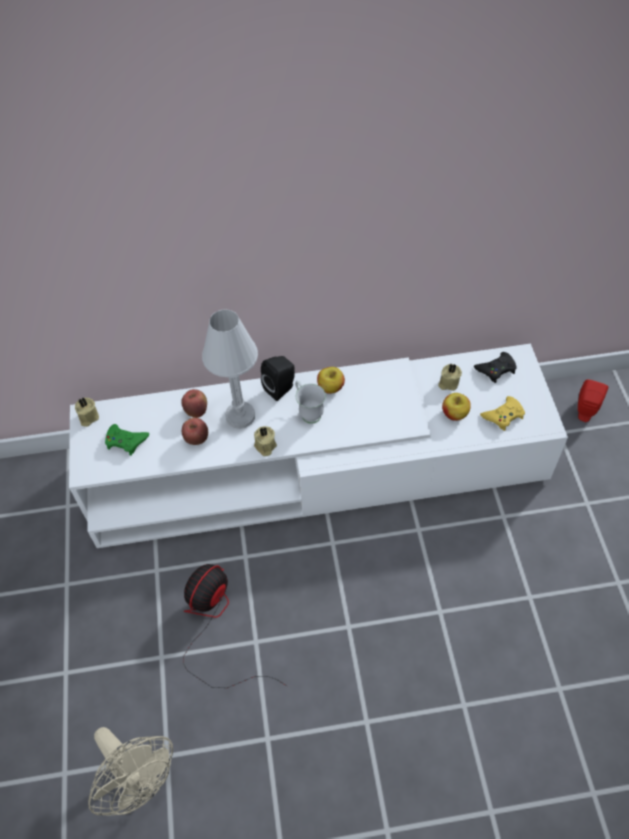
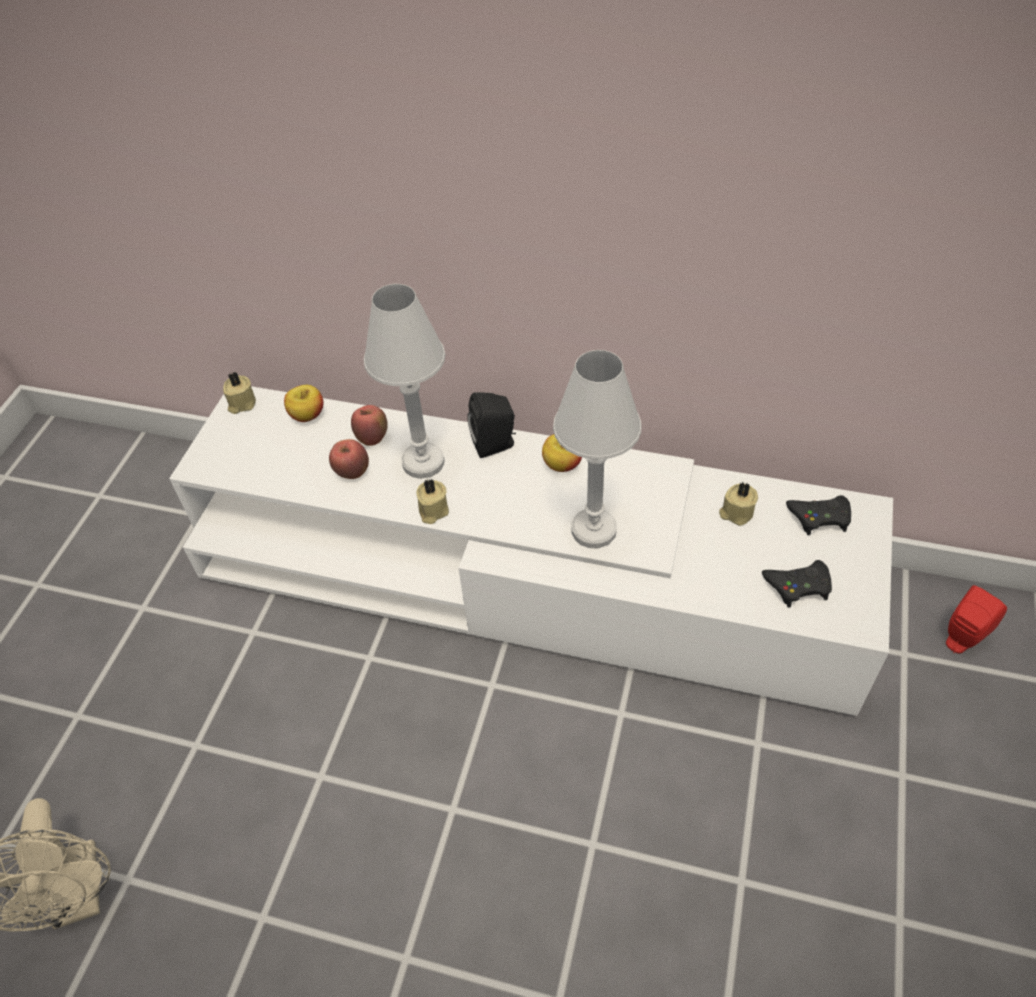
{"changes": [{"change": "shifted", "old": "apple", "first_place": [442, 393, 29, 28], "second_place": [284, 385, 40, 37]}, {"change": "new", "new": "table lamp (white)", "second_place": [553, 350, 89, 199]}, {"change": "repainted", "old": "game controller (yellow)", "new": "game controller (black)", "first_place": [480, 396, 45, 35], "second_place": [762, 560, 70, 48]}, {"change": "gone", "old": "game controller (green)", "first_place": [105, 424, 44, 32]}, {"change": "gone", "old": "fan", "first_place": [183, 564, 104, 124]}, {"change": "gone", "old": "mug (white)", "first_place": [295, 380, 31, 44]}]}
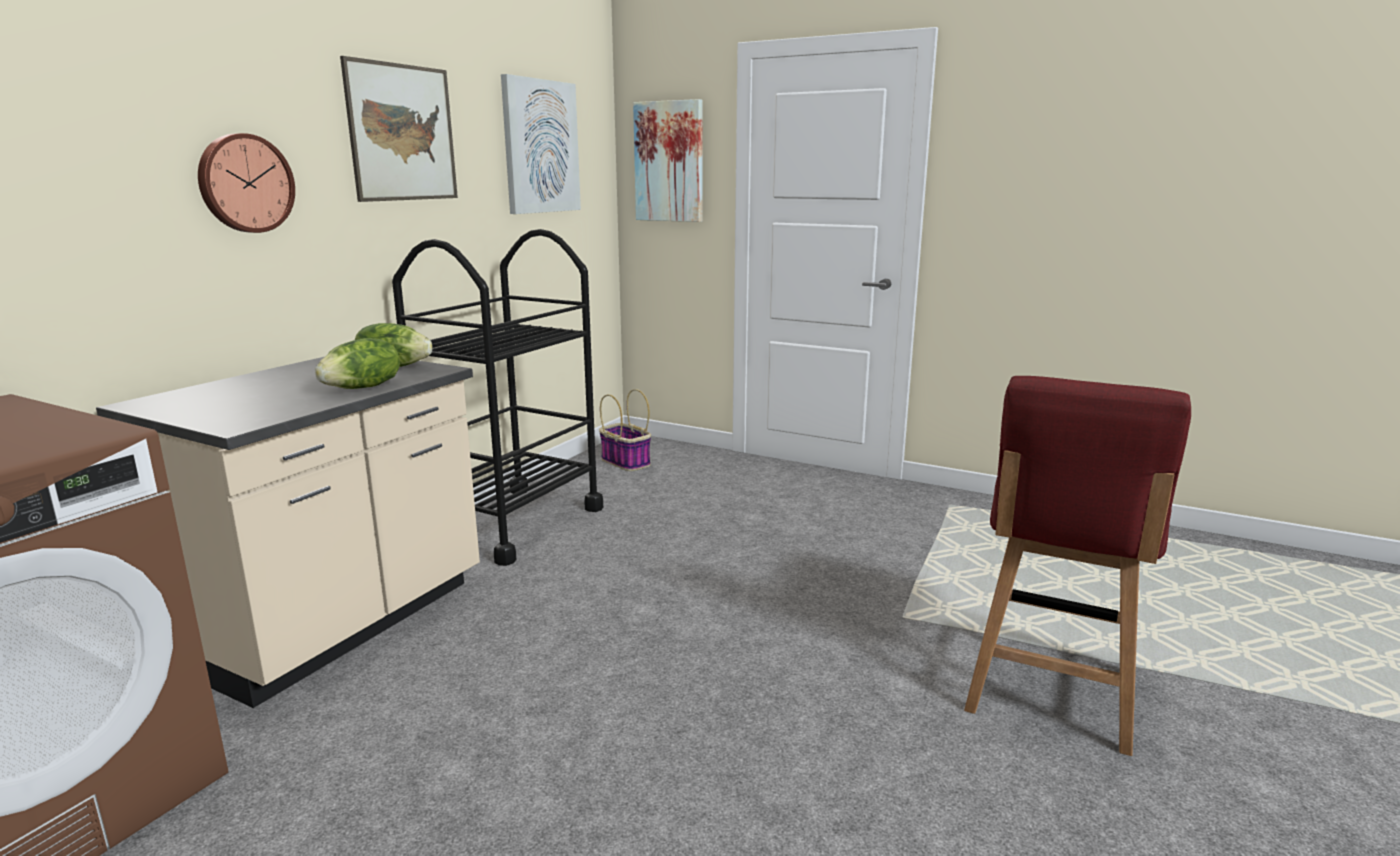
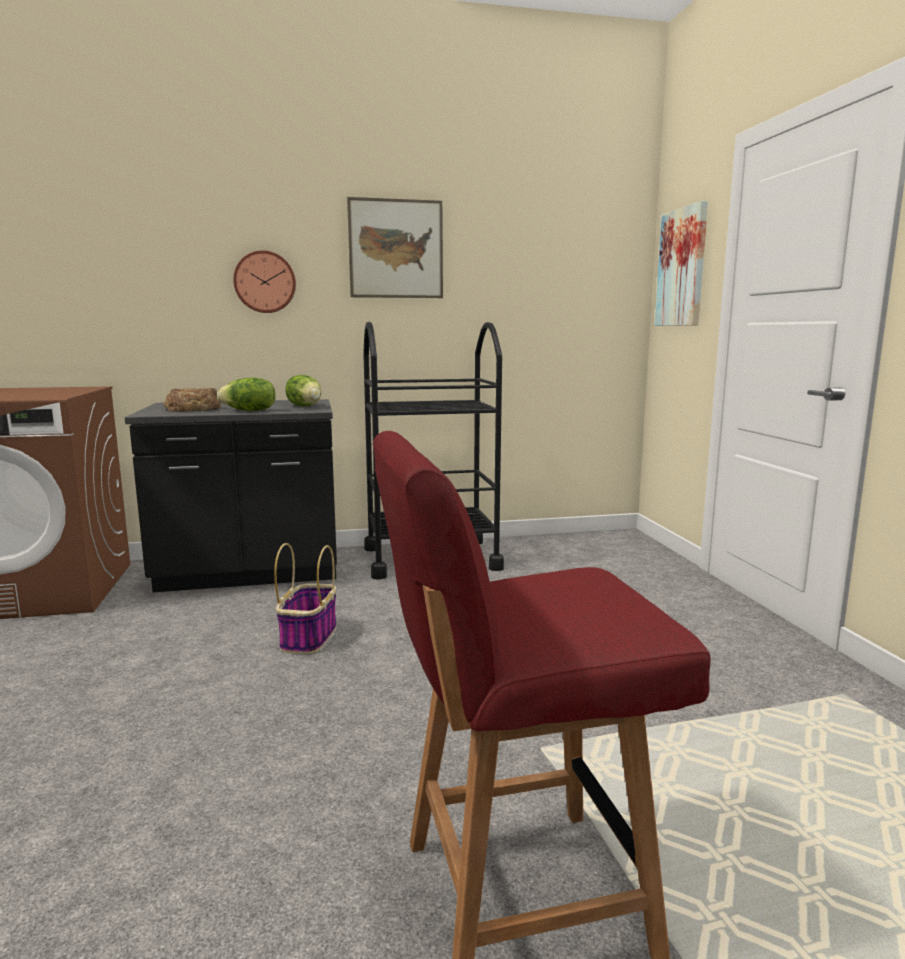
{"changes": [{"change": "repainted", "old": "counter (beige)", "new": "counter (black)", "first_place": [96, 357, 384, 351], "second_place": [125, 399, 212, 193]}, {"change": "new", "new": "bread", "second_place": [163, 388, 58, 24]}, {"change": "shifted", "old": "basket", "first_place": [599, 389, 52, 82], "second_place": [274, 543, 63, 111]}, {"change": "gone", "old": "picture", "first_place": [501, 74, 80, 140]}]}
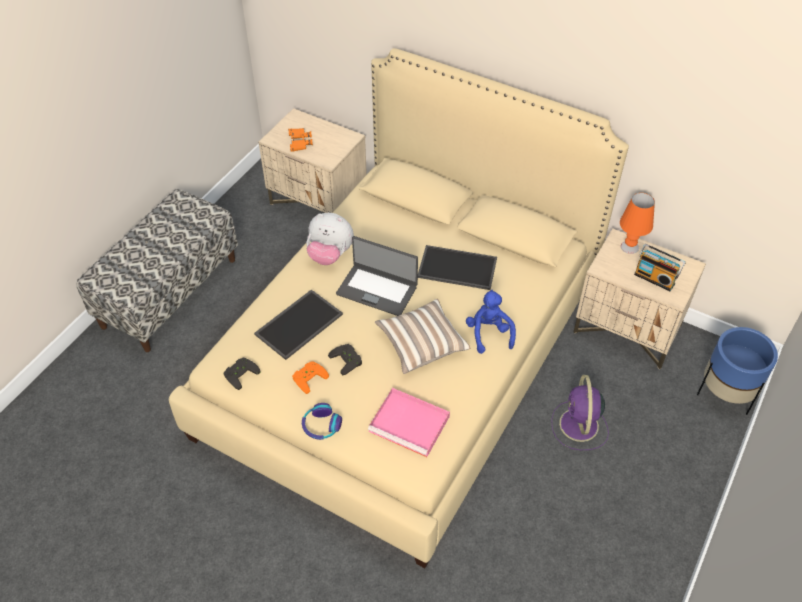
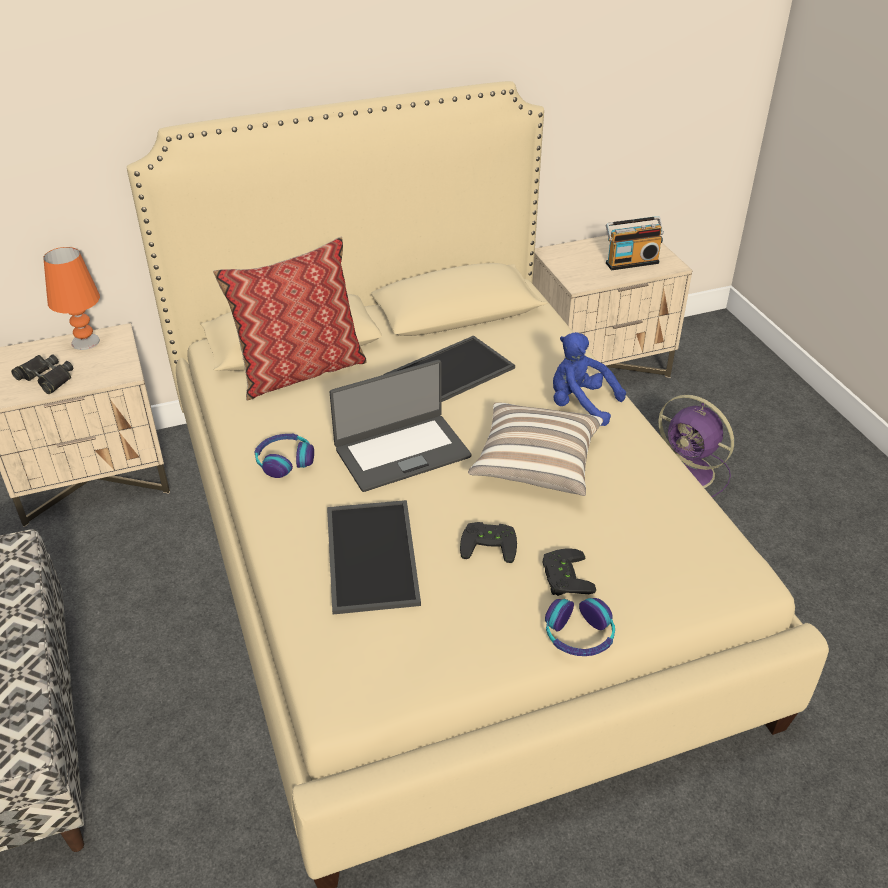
{"changes": [{"change": "repainted", "old": "binoculars (orange)", "new": "binoculars (black)", "first_place": [288, 128, 25, 24], "second_place": [11, 354, 62, 40]}, {"change": "shifted", "old": "table lamp (orange)", "first_place": [620, 193, 35, 61], "second_place": [43, 247, 57, 103]}, {"change": "new", "new": "pillow", "second_place": [213, 236, 154, 164]}, {"change": "swapped", "old": "plush toy", "new": "headphones", "first_place": [306, 213, 48, 52], "second_place": [254, 434, 60, 44]}, {"change": "shifted", "old": "game controller (black)", "first_place": [223, 357, 38, 33], "second_place": [542, 548, 54, 48]}, {"change": "gone", "old": "game controller (orange)", "first_place": [292, 361, 37, 33]}, {"change": "gone", "old": "tray (pink)", "first_place": [368, 388, 82, 69]}, {"change": "gone", "old": "planter (blue)", "first_place": [697, 327, 81, 88]}]}
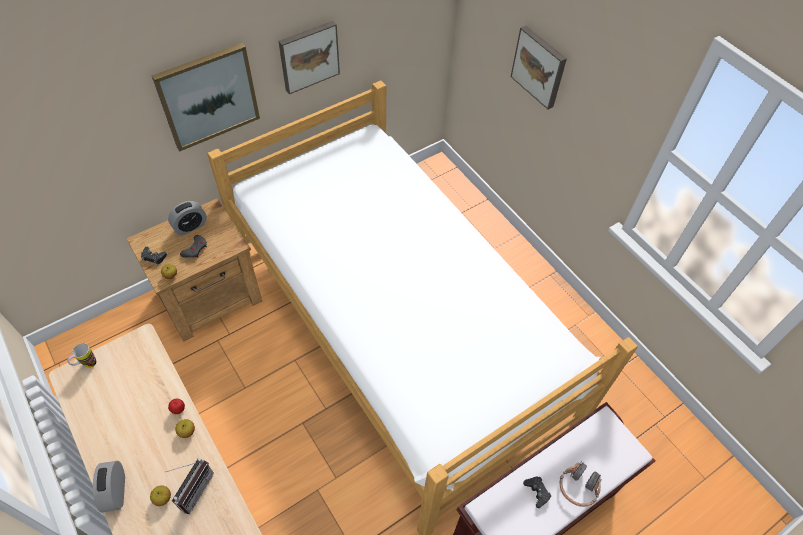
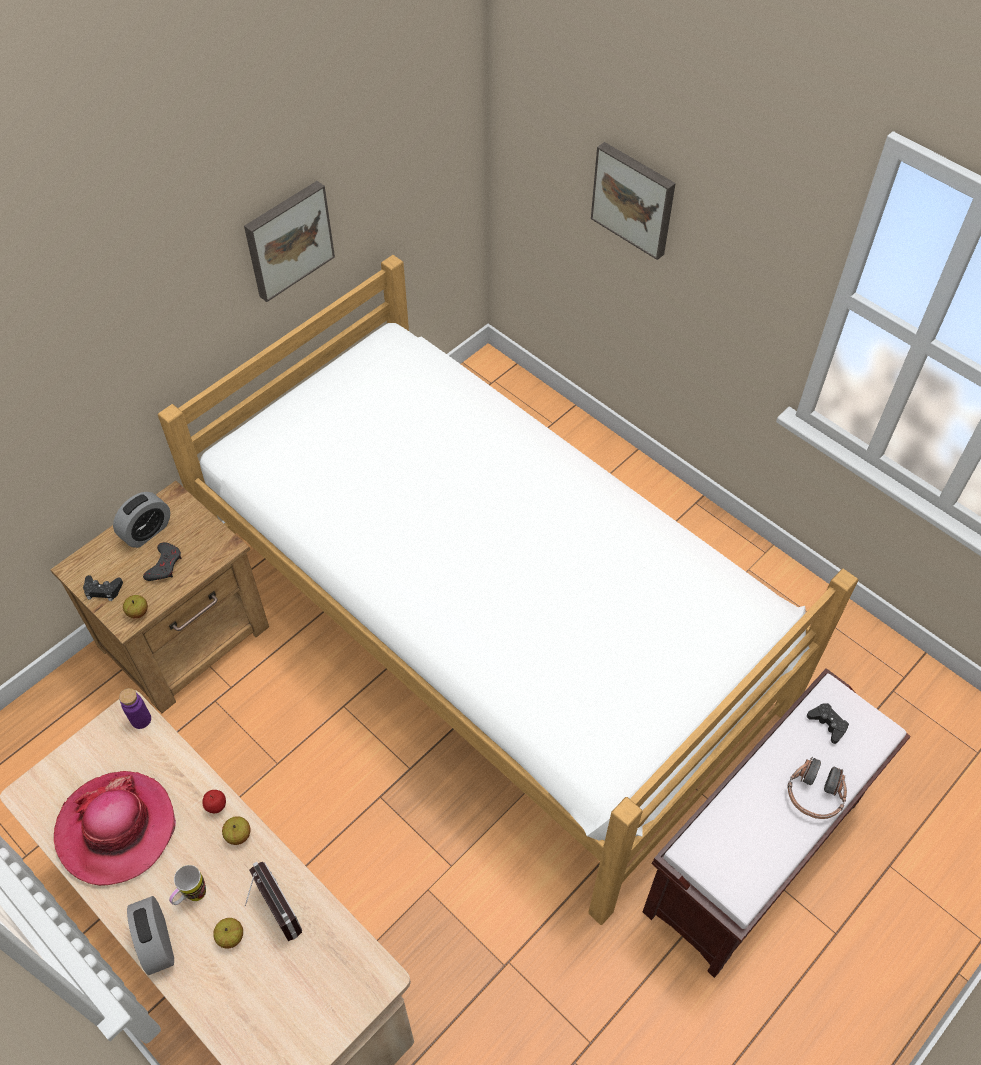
{"changes": [{"change": "new", "new": "hat", "second_place": [54, 771, 122, 115]}, {"change": "new", "new": "bottle (purple)", "second_place": [119, 688, 32, 41]}, {"change": "shifted", "old": "mug", "first_place": [67, 343, 29, 25], "second_place": [169, 865, 37, 40]}, {"change": "rotated", "old": "radio", "first_place": [165, 458, 49, 56], "second_place": [245, 862, 58, 79], "degrees": -45}, {"change": "shifted", "old": "game controller (black)", "first_place": [523, 477, 28, 31], "second_place": [807, 703, 42, 41]}, {"change": "gone", "old": "picture", "first_place": [152, 43, 108, 108]}]}
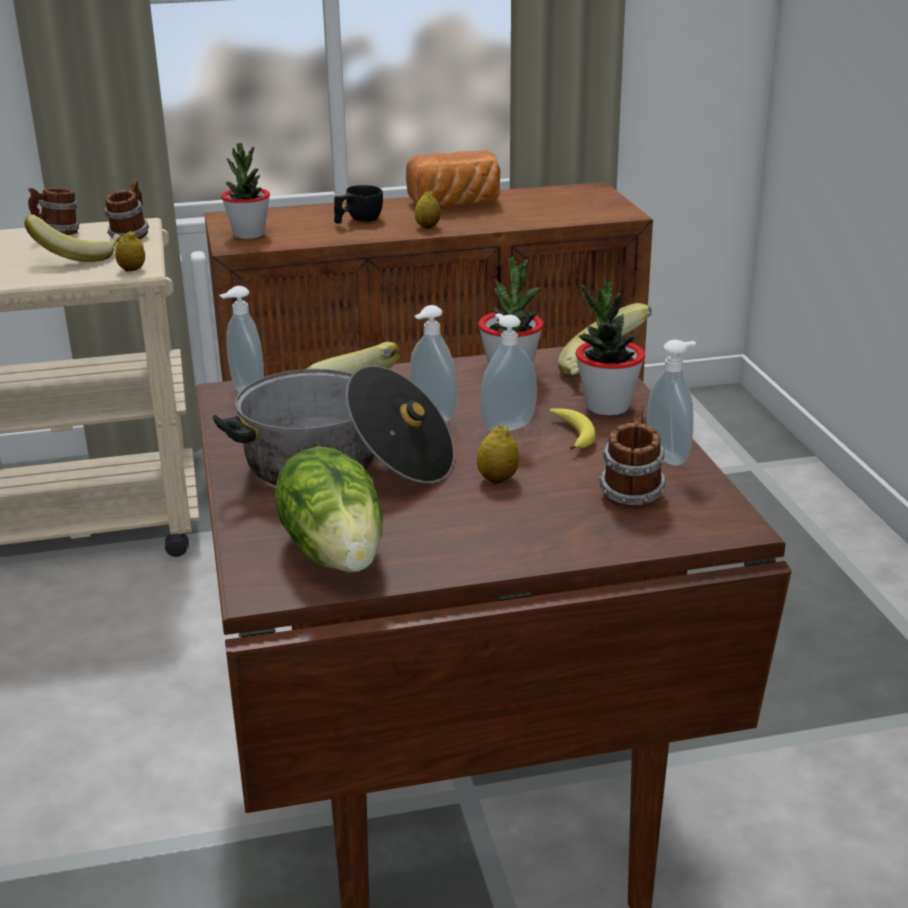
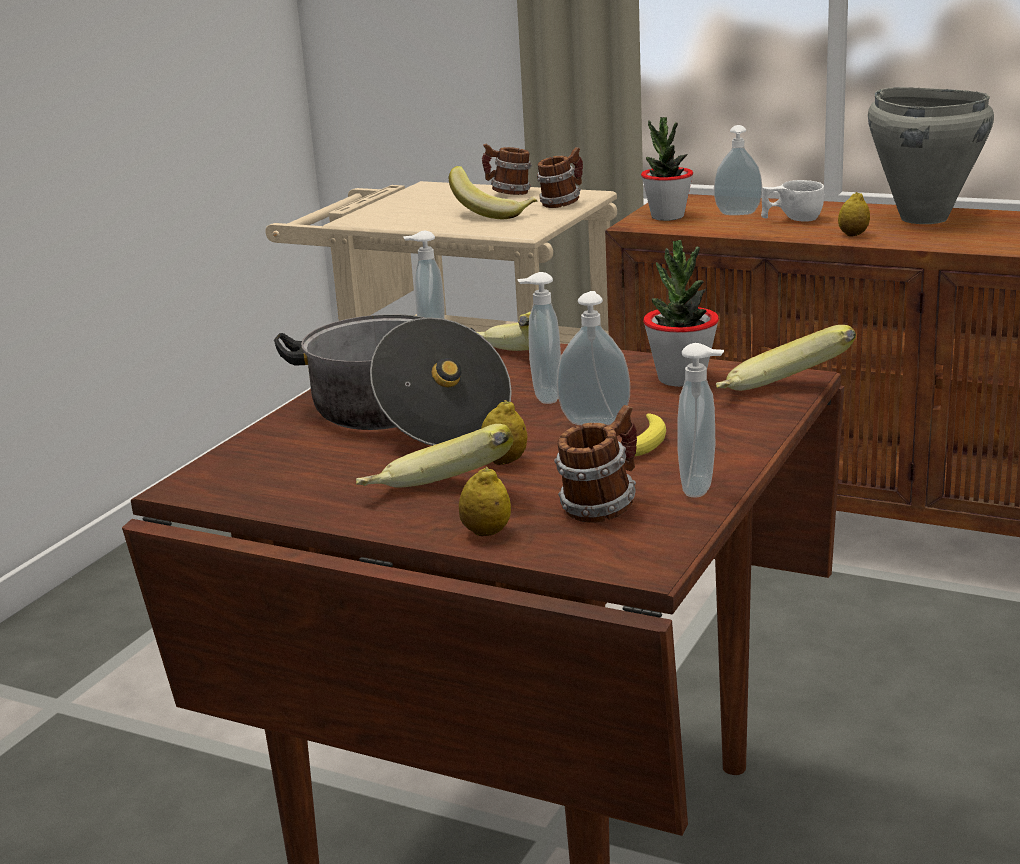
{"changes": [{"change": "new", "new": "banana", "second_place": [356, 424, 158, 63]}, {"change": "shifted", "old": "lemon", "first_place": [115, 231, 30, 41], "second_place": [459, 467, 52, 69]}, {"change": "new", "new": "soap dispenser", "second_place": [714, 125, 48, 90]}, {"change": "repainted", "old": "cup (black)", "new": "cup (white)", "first_place": [334, 185, 49, 39], "second_place": [761, 180, 63, 42]}, {"change": "swapped", "old": "bread", "new": "cooking pot (grey)", "first_place": [406, 150, 94, 56], "second_place": [868, 87, 126, 137]}, {"change": "gone", "old": "lettuce", "first_place": [275, 446, 108, 127]}, {"change": "gone", "old": "potted plant", "first_place": [575, 282, 70, 134]}]}
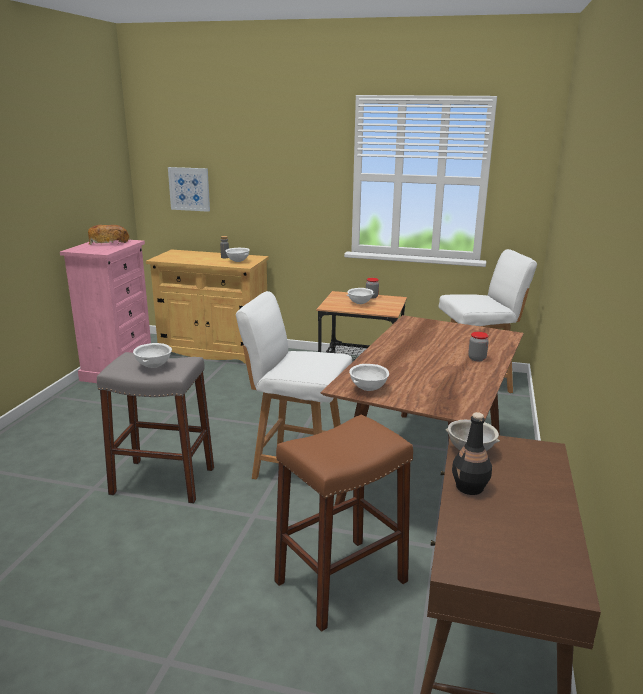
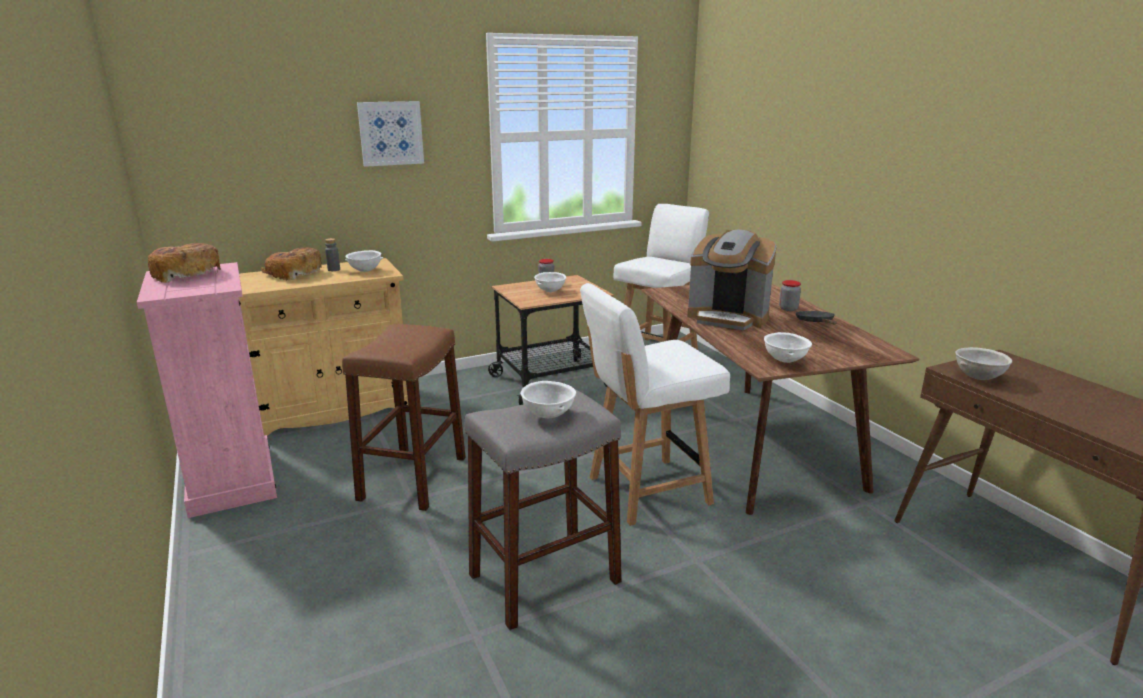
{"changes": [{"change": "new", "new": "bread", "second_place": [261, 247, 61, 33]}, {"change": "shifted", "old": "stool (brown)", "first_place": [274, 415, 139, 217], "second_place": [342, 324, 124, 187]}, {"change": "shifted", "old": "picture", "first_place": [168, 167, 42, 45], "second_place": [357, 101, 67, 66]}, {"change": "new", "new": "coffee machine", "second_place": [687, 230, 90, 100]}, {"change": "new", "new": "frying pan (black)", "second_place": [796, 311, 41, 14]}, {"change": "gone", "old": "bottle (black)", "first_place": [452, 412, 40, 83]}]}
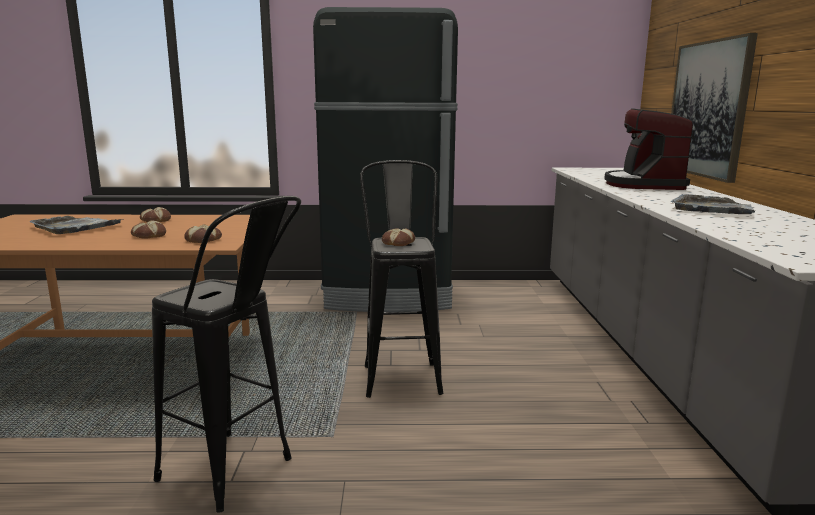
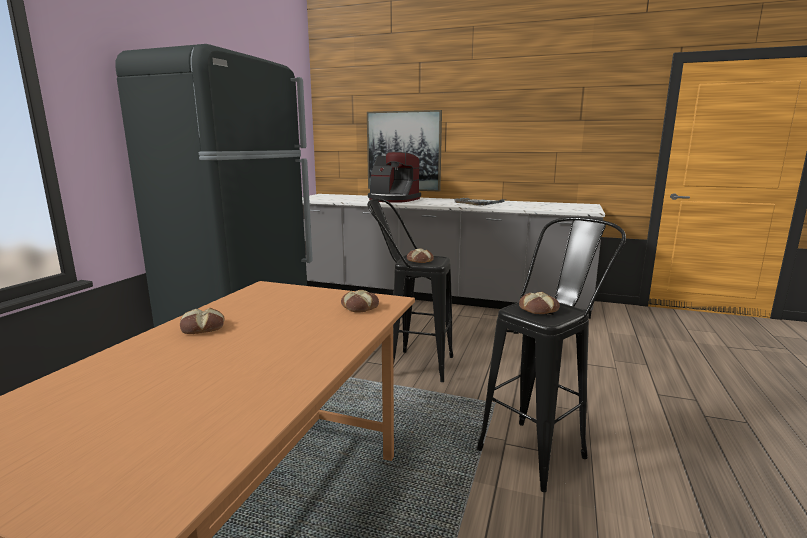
{"changes": [{"change": "shifted", "old": "bread", "first_place": [131, 220, 35, 19], "second_place": [519, 292, 41, 22]}, {"change": "gone", "old": "tray (grey)", "first_place": [29, 216, 95, 18]}]}
